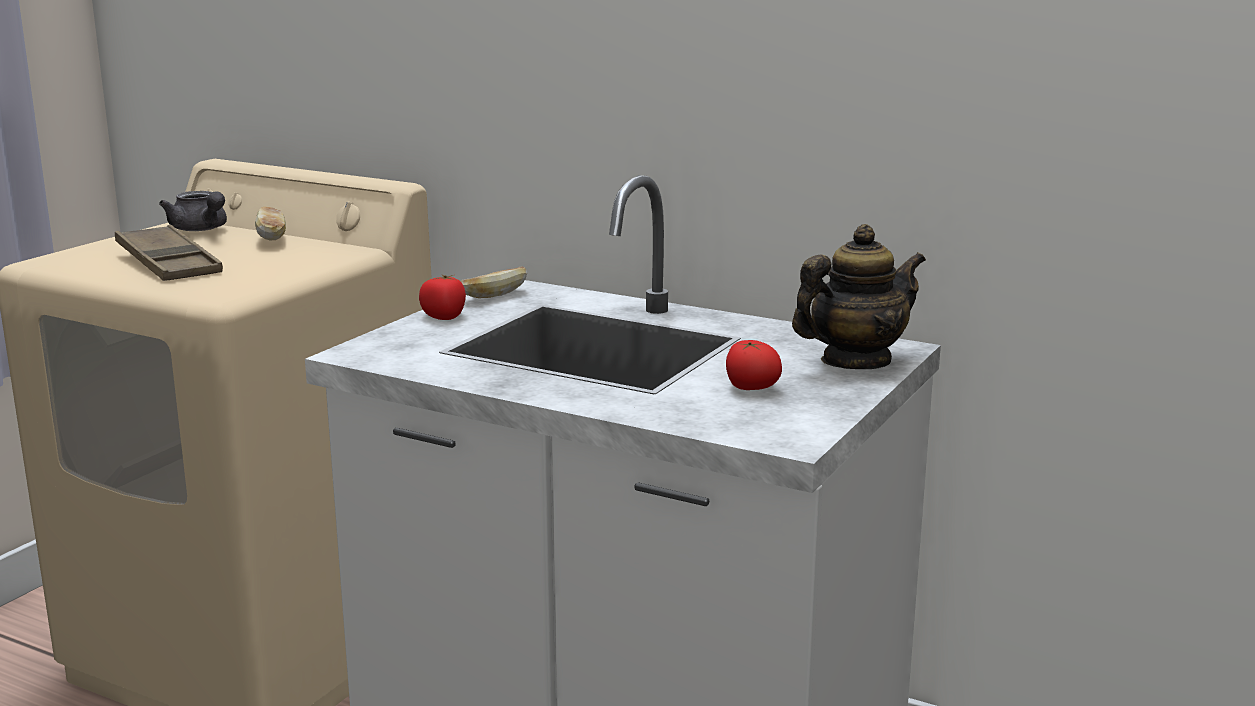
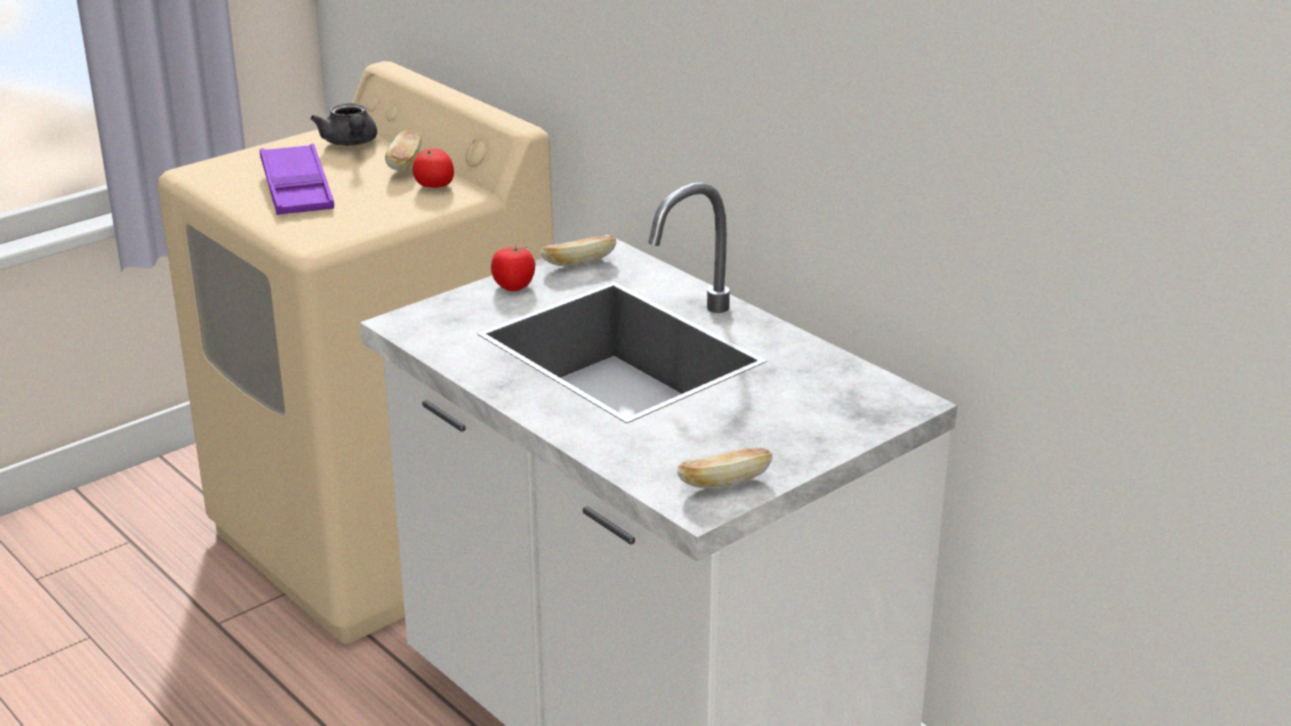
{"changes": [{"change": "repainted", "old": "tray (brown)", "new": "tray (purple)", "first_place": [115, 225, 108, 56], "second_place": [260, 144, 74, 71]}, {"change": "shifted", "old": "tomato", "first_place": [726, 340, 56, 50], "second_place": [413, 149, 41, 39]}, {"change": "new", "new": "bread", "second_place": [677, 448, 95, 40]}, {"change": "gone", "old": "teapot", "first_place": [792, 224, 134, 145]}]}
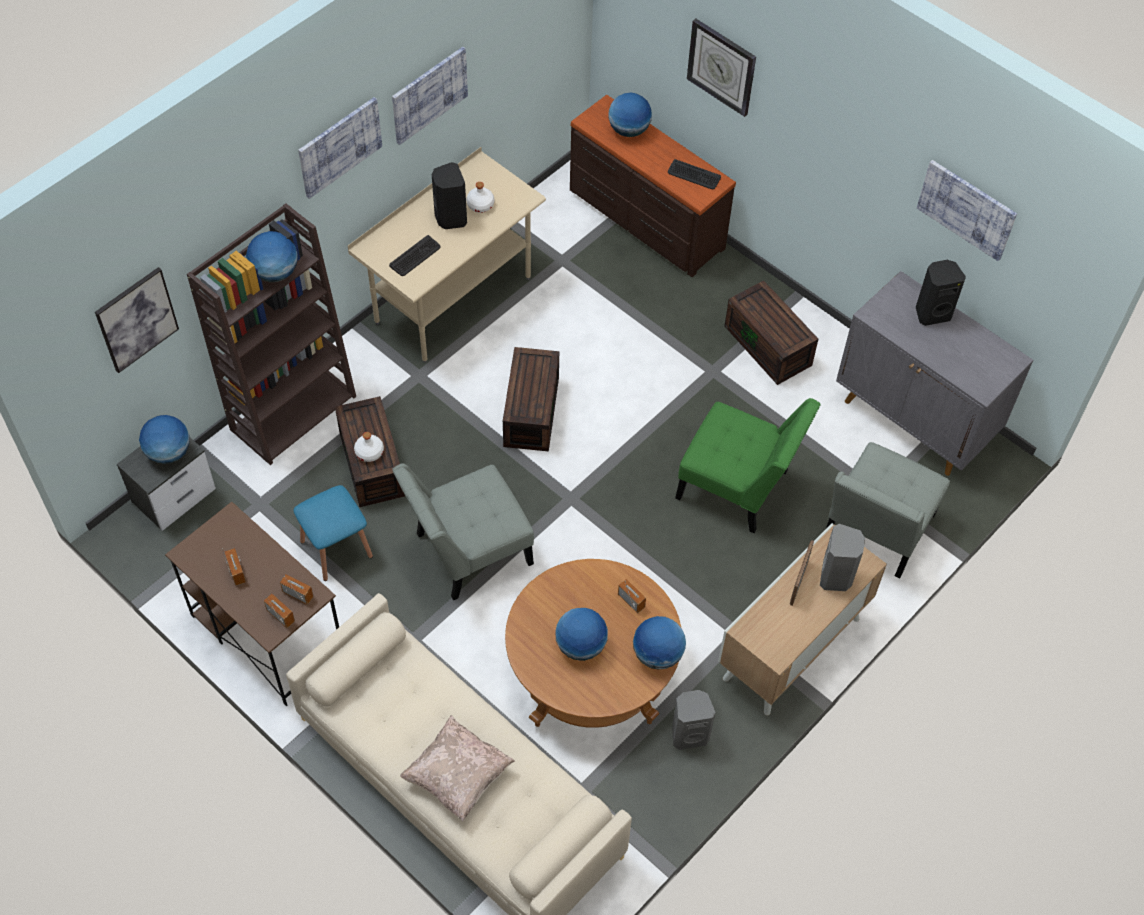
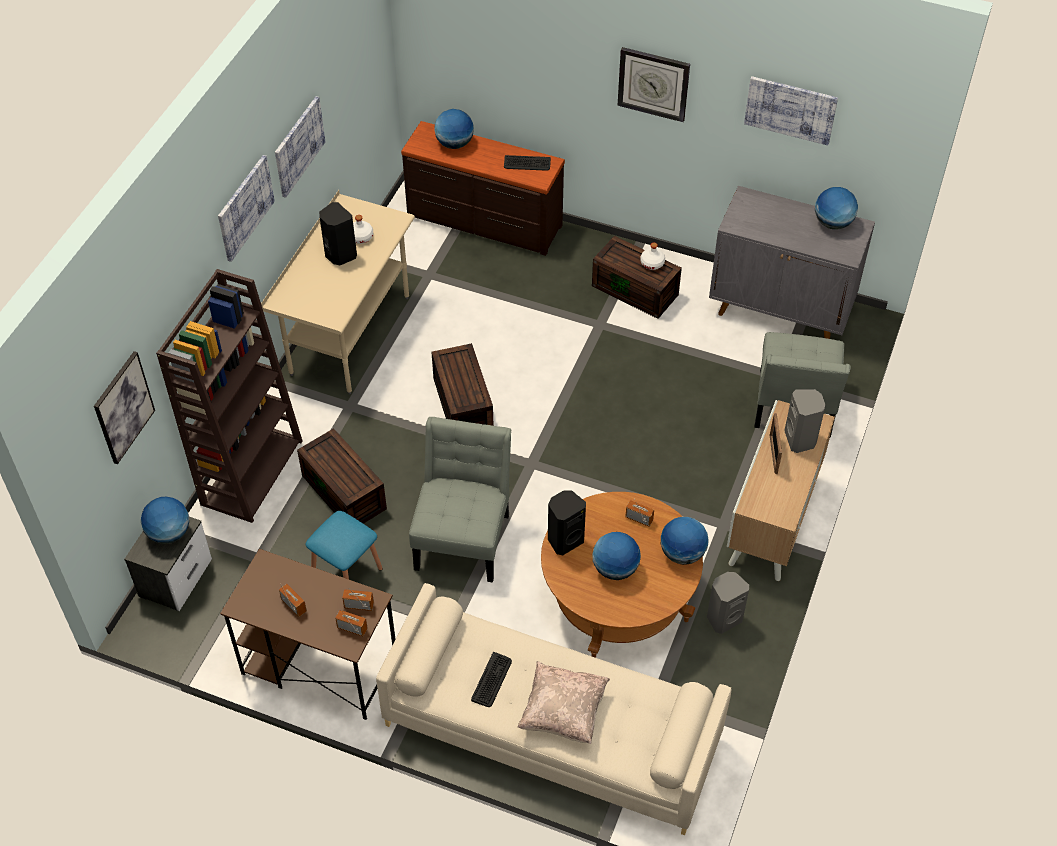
{"changes": [{"change": "rotated", "old": "chair (grey)", "first_place": [392, 463, 142, 137], "second_place": [409, 417, 102, 166], "degrees": 150}, {"change": "shifted", "old": "keyboard", "first_place": [389, 235, 52, 41], "second_place": [471, 652, 41, 55]}, {"change": "shifted", "old": "speaker (black)", "first_place": [916, 260, 50, 66], "second_place": [548, 490, 38, 65]}, {"change": "shifted", "old": "wall clock", "first_place": [687, 19, 69, 98], "second_place": [617, 47, 73, 75]}, {"change": "shifted", "old": "bottle (white)", "first_place": [354, 432, 30, 30], "second_place": [641, 243, 24, 27]}, {"change": "shifted", "old": "globe", "first_place": [246, 231, 52, 51], "second_place": [815, 187, 43, 42]}, {"change": "gone", "old": "chair (green)", "first_place": [675, 398, 145, 135]}]}
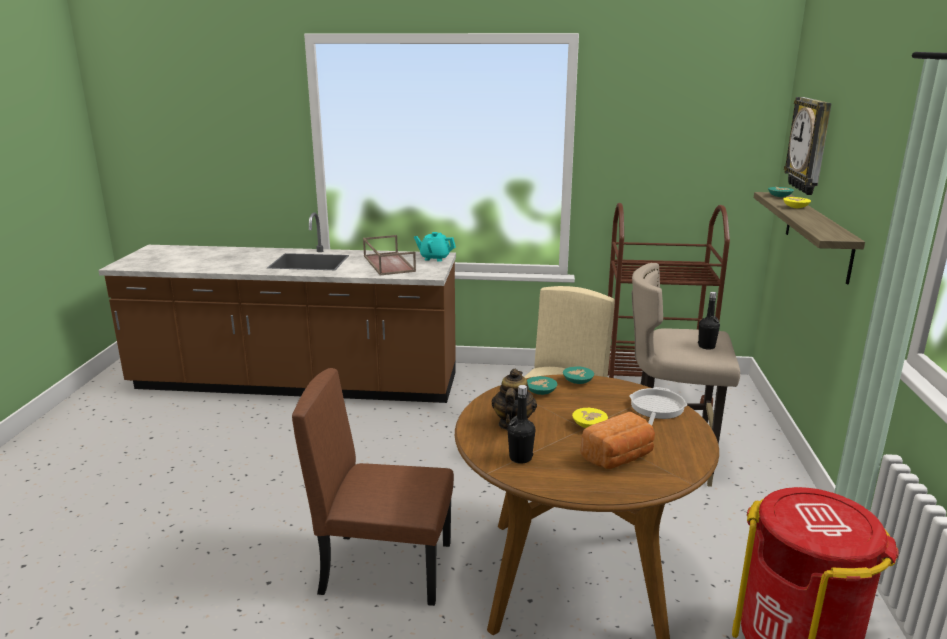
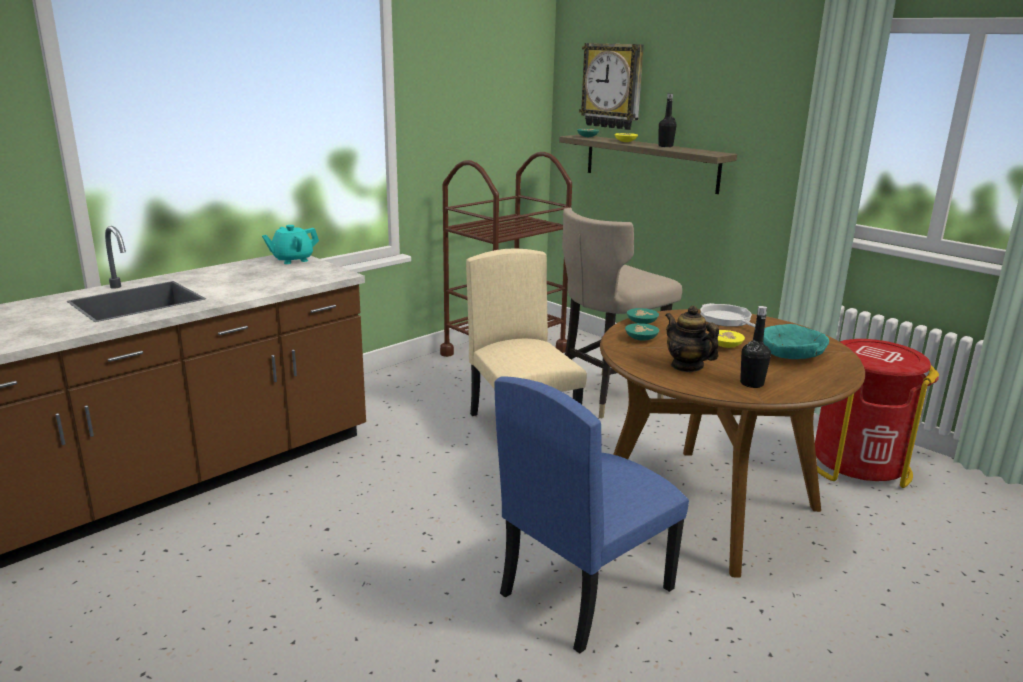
{"changes": [{"change": "repainted", "old": "chair (brown)", "new": "chair (blue)", "first_place": [292, 368, 162, 238], "second_place": [494, 376, 195, 277]}, {"change": "shifted", "old": "bottle (black)", "first_place": [698, 292, 22, 58], "second_place": [659, 94, 18, 53]}, {"change": "swapped", "old": "bread", "new": "bowl (turquoise)", "first_place": [580, 412, 75, 57], "second_place": [763, 324, 66, 35]}, {"change": "gone", "old": "tray (brown)", "first_place": [363, 235, 53, 41]}]}
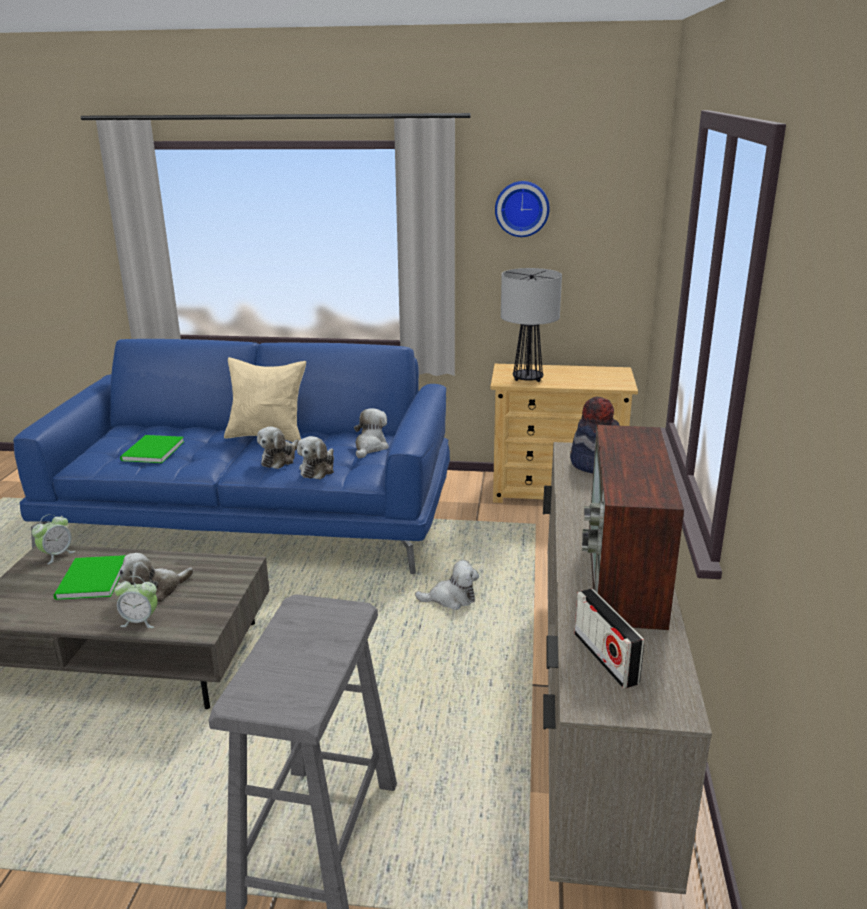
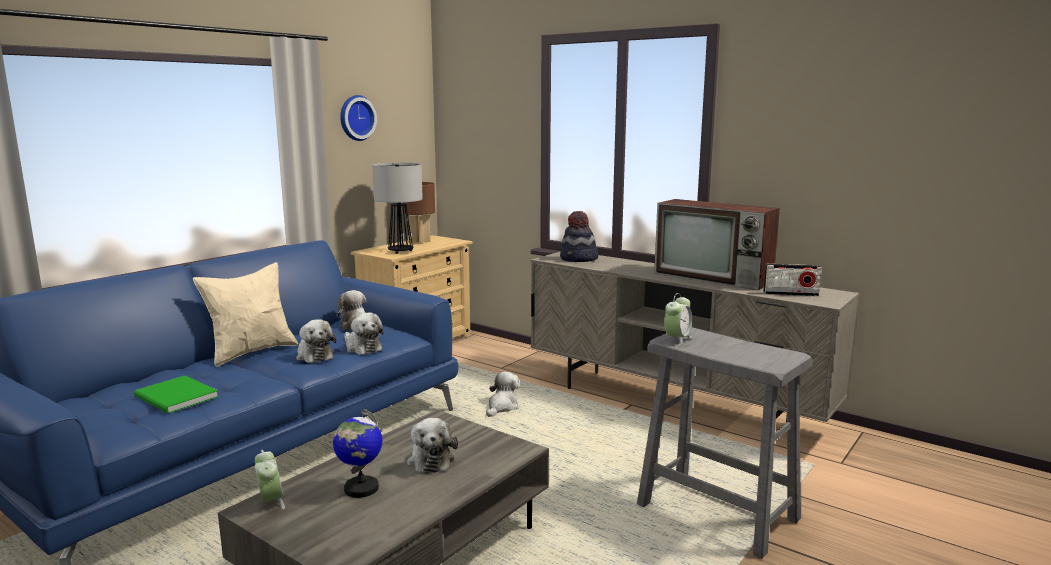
{"changes": [{"change": "swapped", "old": "book (green)", "new": "globe", "first_place": [53, 555, 73, 45], "second_place": [333, 409, 49, 89]}, {"change": "new", "new": "table lamp (brown)", "second_place": [403, 182, 32, 62]}, {"change": "shifted", "old": "alarm clock", "first_place": [114, 576, 44, 52], "second_place": [664, 293, 28, 53]}]}
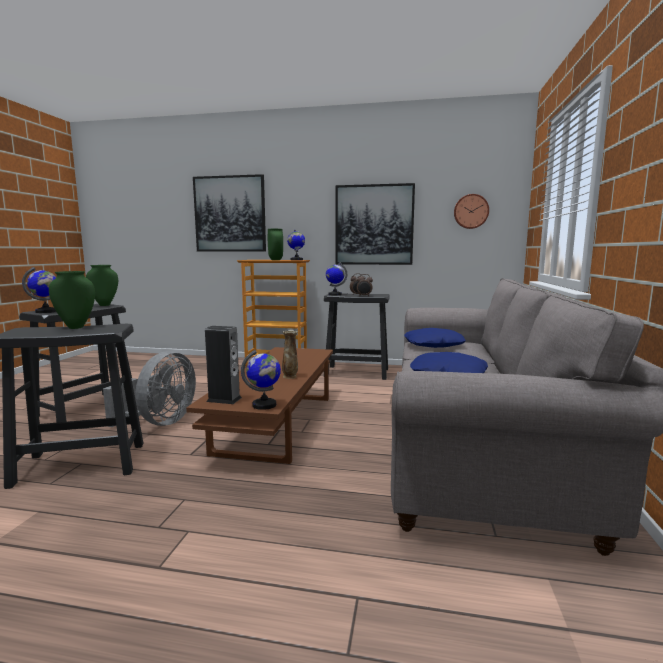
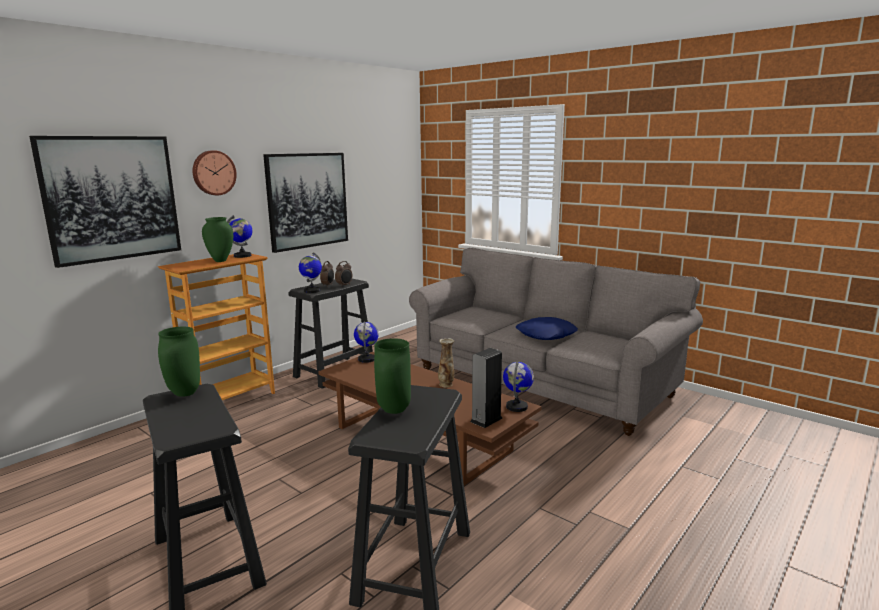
{"changes": [{"change": "shifted", "old": "wall clock", "first_place": [454, 194, 35, 35], "second_place": [193, 150, 44, 45]}, {"change": "shifted", "old": "globe", "first_place": [22, 267, 34, 46], "second_place": [354, 321, 25, 42]}, {"change": "gone", "old": "fan (grey)", "first_place": [103, 351, 93, 76]}, {"change": "gone", "old": "pillow (blue)", "first_place": [404, 328, 62, 20]}]}
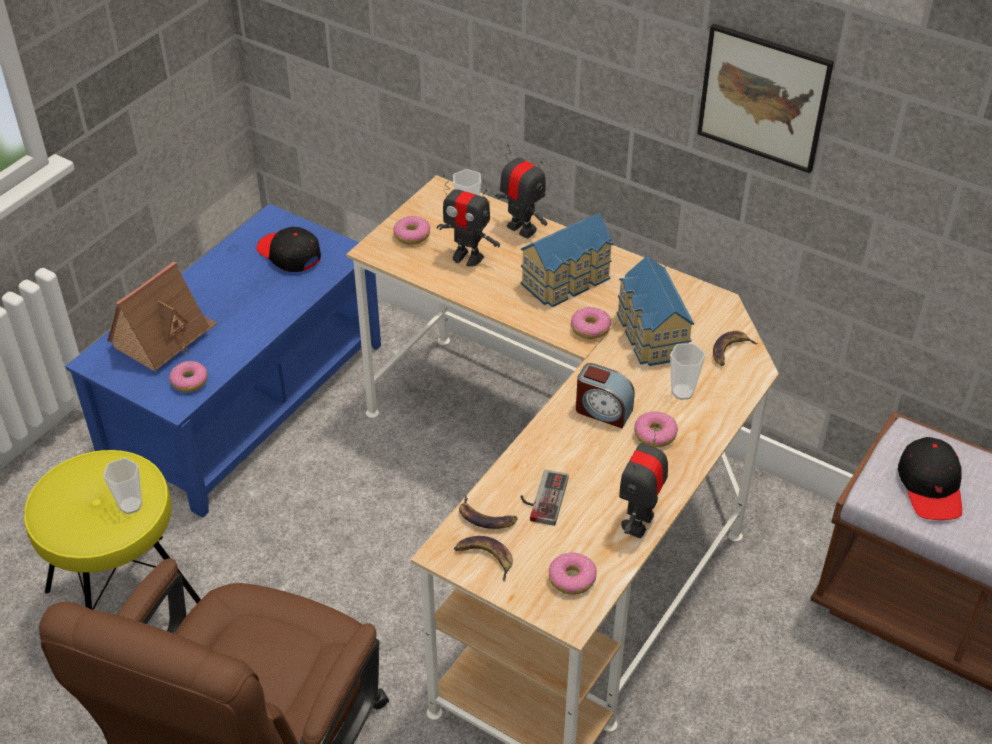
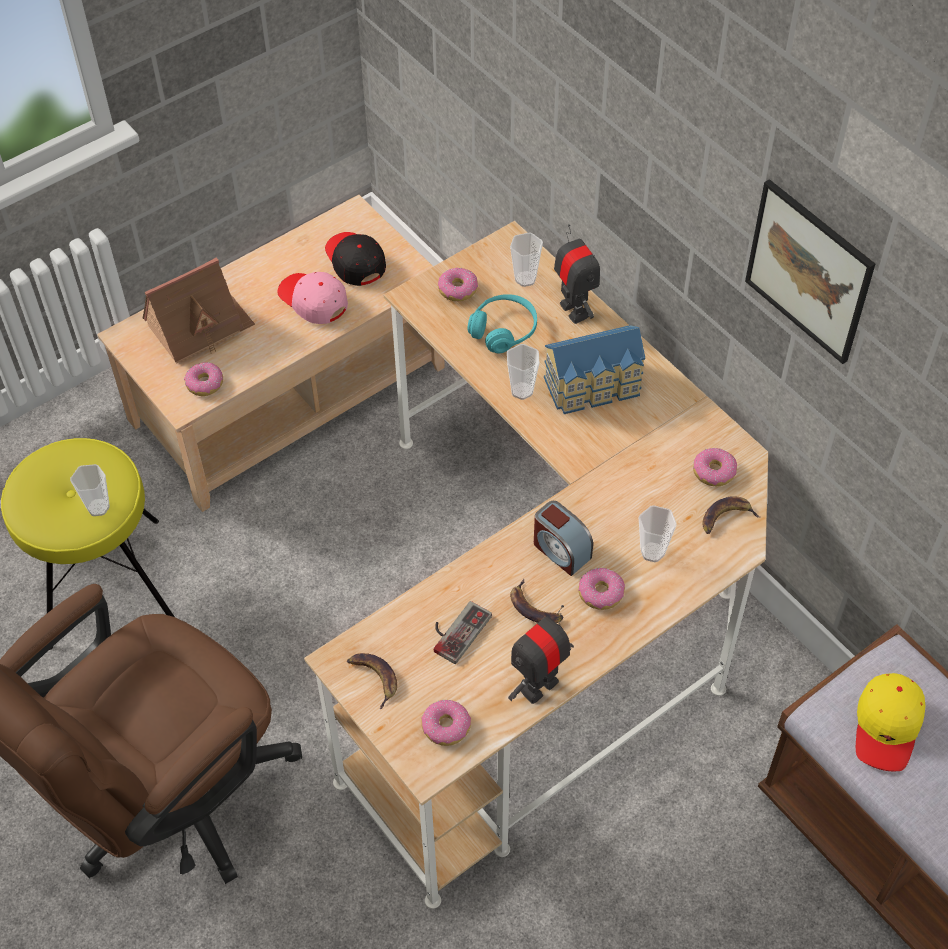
{"changes": [{"change": "repainted", "old": "coffee table (blue)", "new": "coffee table (beige)", "first_place": [65, 204, 316, 314], "second_place": [97, 195, 348, 317]}, {"change": "new", "new": "cap (pink)", "second_place": [277, 272, 71, 52]}, {"change": "swapped", "old": "toy robot", "new": "headphones (turquoise)", "first_place": [437, 175, 63, 92], "second_place": [467, 294, 70, 59]}, {"change": "new", "new": "cup", "second_place": [507, 344, 32, 56]}, {"change": "shifted", "old": "banana", "first_place": [459, 496, 58, 33], "second_place": [510, 578, 54, 45]}, {"change": "shifted", "old": "donut", "first_place": [571, 307, 40, 32], "second_place": [693, 448, 44, 38]}, {"change": "repainted", "old": "cap (black)", "new": "cap (yellow)", "first_place": [898, 437, 64, 83], "second_place": [856, 673, 69, 98]}, {"change": "gone", "old": "toy house", "first_place": [617, 256, 77, 110]}]}
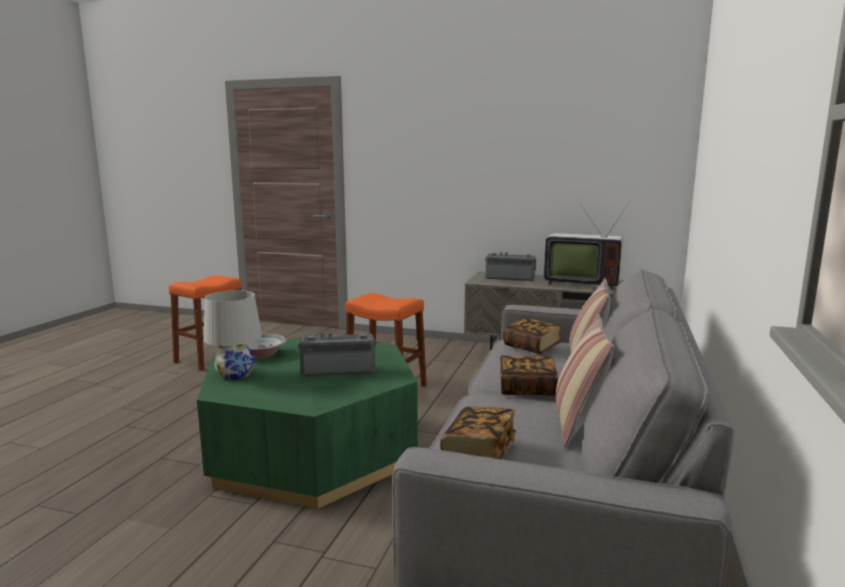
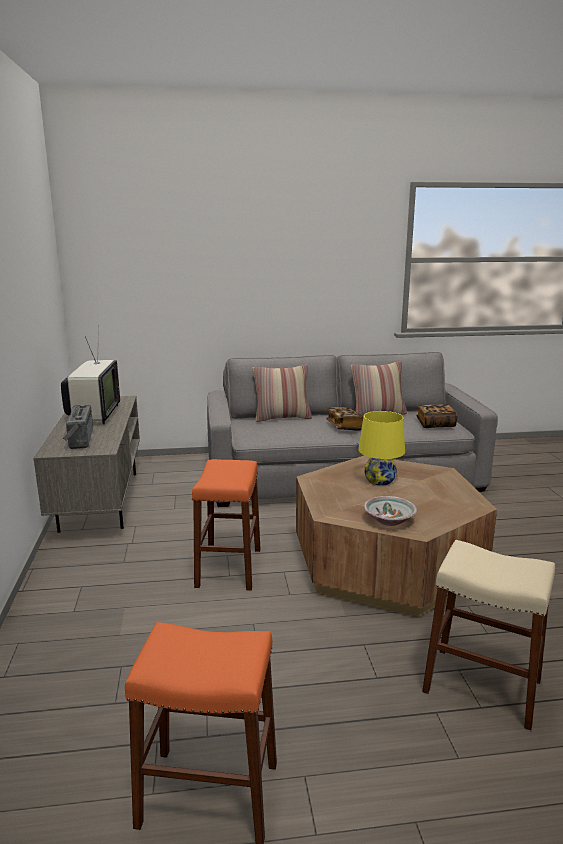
{"changes": [{"change": "repainted", "old": "coffee table (green)", "new": "coffee table (brown)", "first_place": [197, 336, 221, 173], "second_place": [296, 455, 201, 162]}, {"change": "swapped", "old": "radio", "new": "table lamp (yellow)", "first_place": [298, 332, 78, 44], "second_place": [358, 411, 47, 75]}, {"change": "new", "new": "stool (beige)", "second_place": [422, 540, 133, 190]}, {"change": "gone", "old": "table lamp (white)", "first_place": [203, 290, 59, 90]}, {"change": "gone", "old": "book", "first_place": [503, 318, 59, 36]}]}
